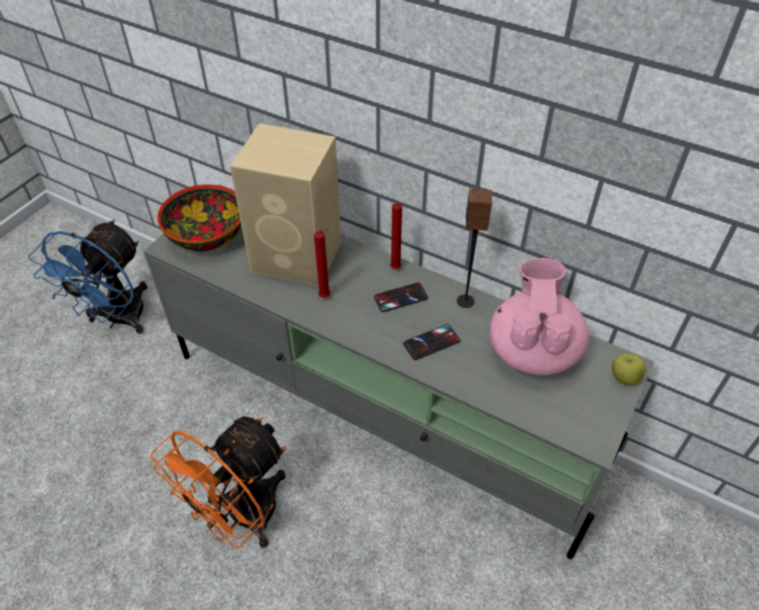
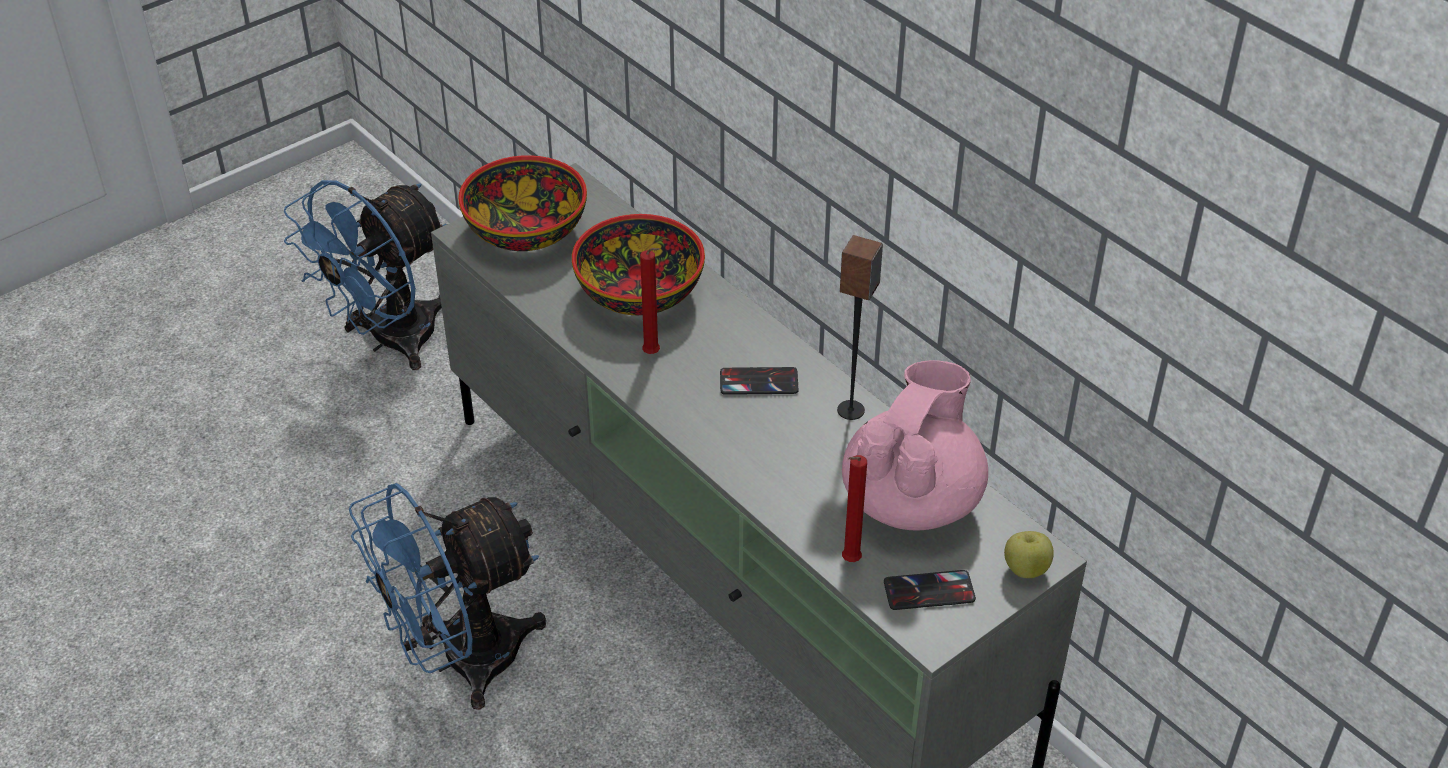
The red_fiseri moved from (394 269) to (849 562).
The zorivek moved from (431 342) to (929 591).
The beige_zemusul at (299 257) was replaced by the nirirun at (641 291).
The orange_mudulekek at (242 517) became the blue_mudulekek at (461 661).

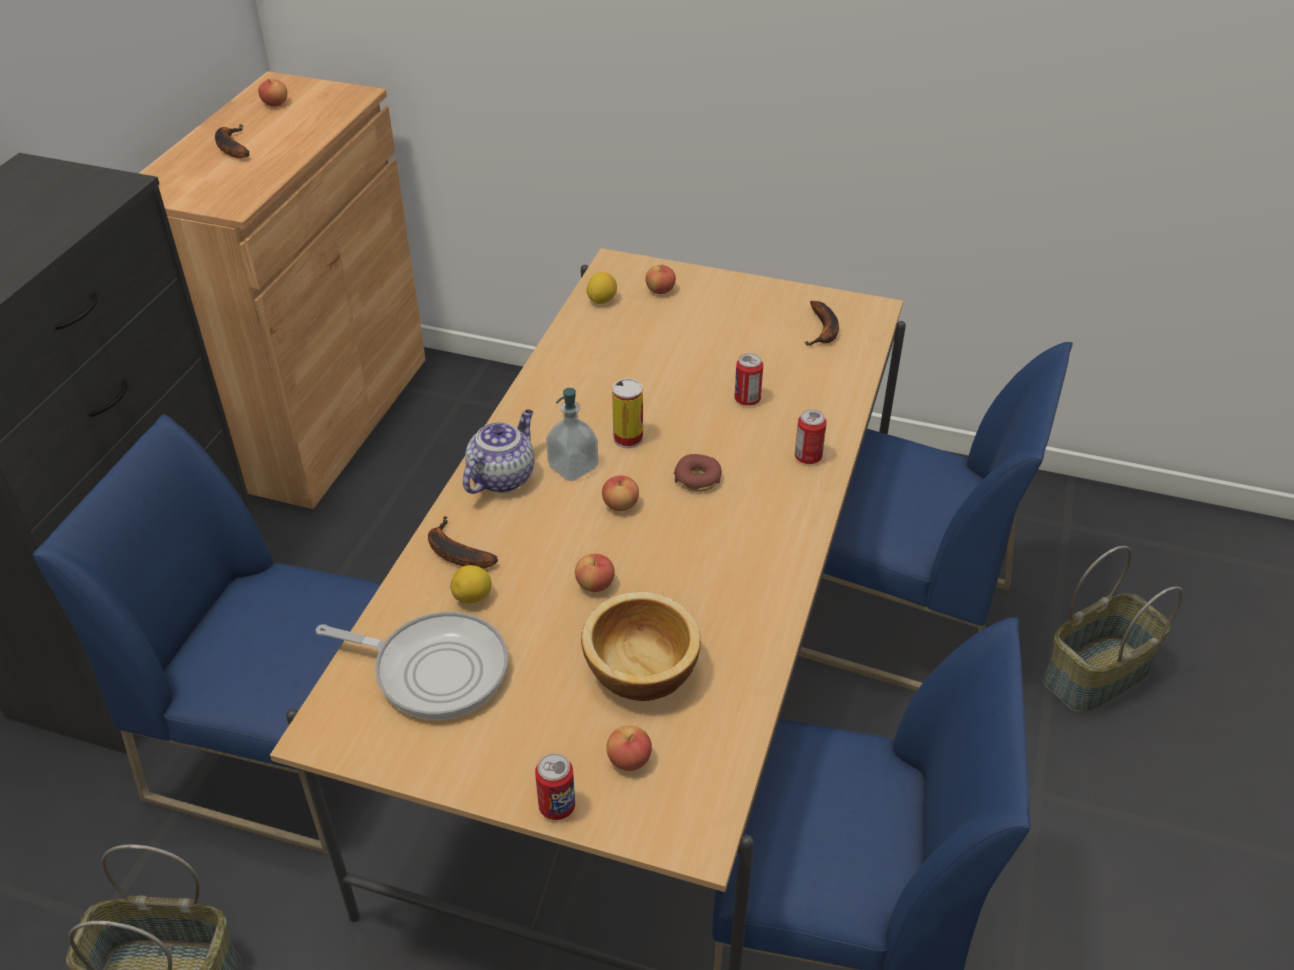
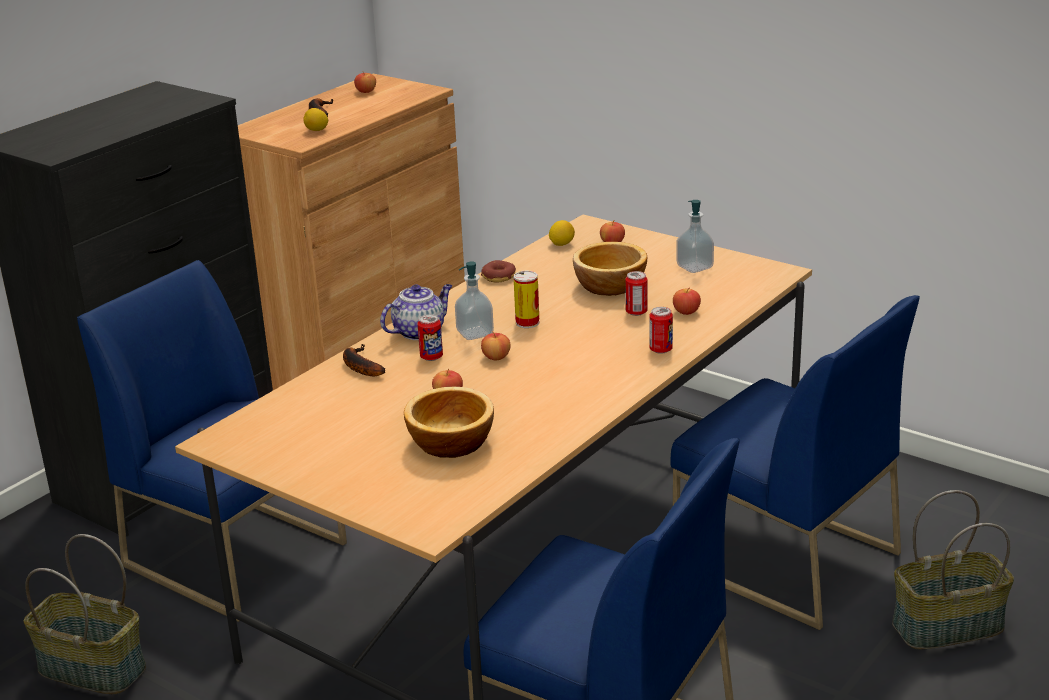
The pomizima at (434 669) disappeared.
The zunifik at (824 330) disappeared.
The nirirun at (610 286) appeared.
The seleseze at (694 267) appeared.
The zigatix moved from (473 597) to (317 130).
The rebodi moved from (557 807) to (431 357).
The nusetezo moved from (629 760) to (686 312).
The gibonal moved from (697 479) to (499 277).

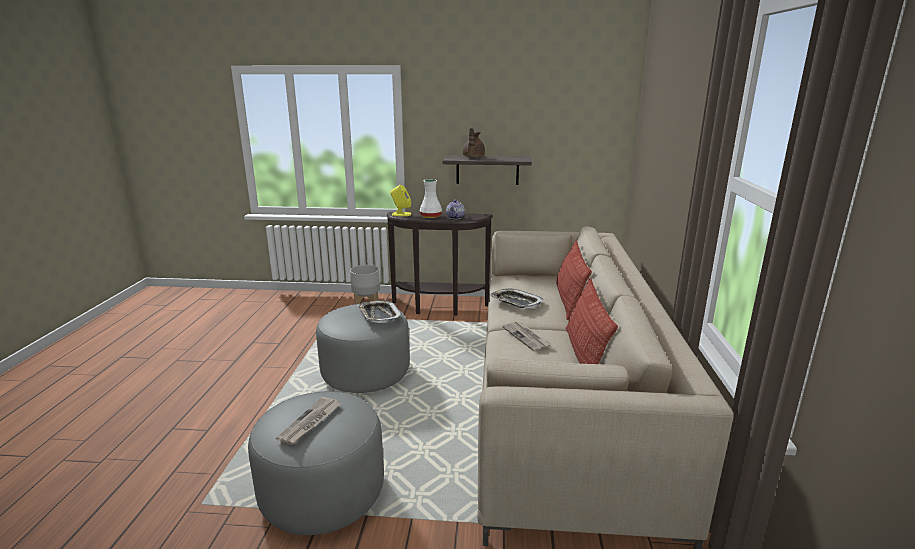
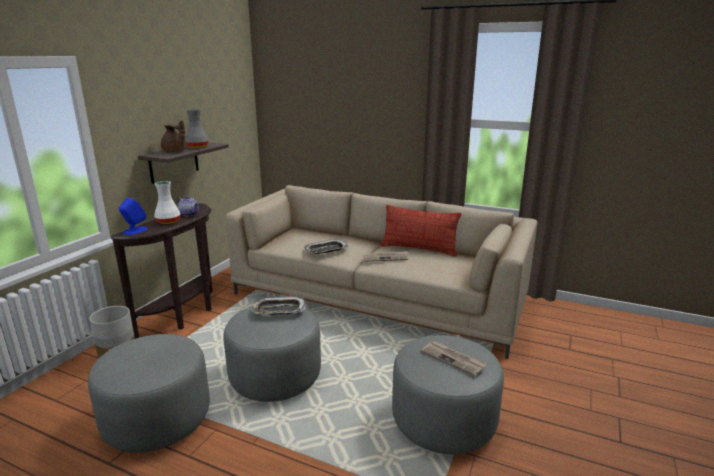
The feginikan at (569 300) disappeared.
The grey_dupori at (157 419) appeared.
The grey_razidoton at (197 147) appeared.
The yellow_zemusul at (401 214) became the blue_zemusul at (135 231).

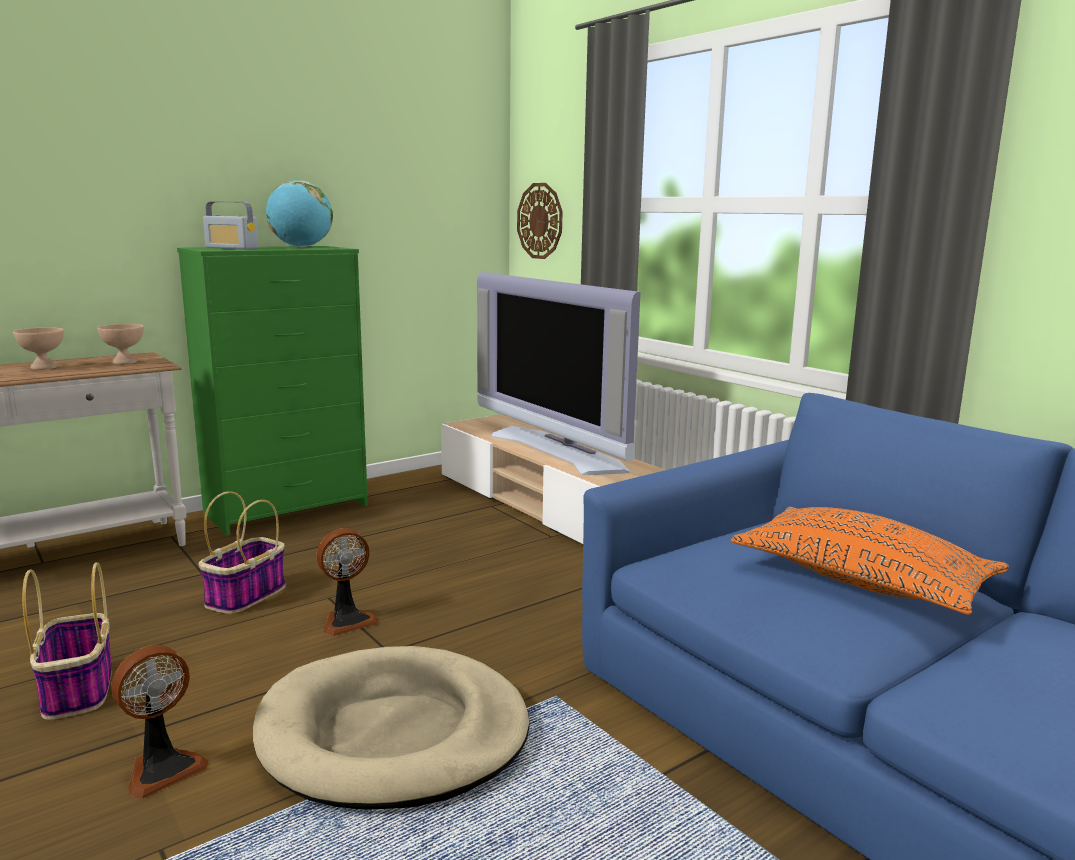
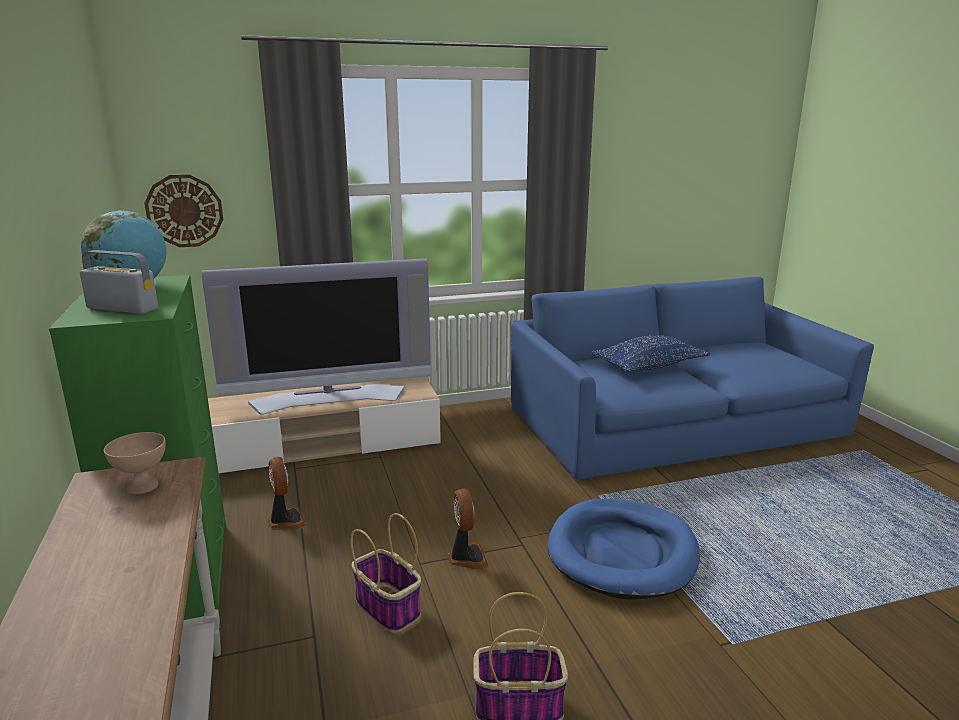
The beige_nirirun at (43 368) disappeared.
The mudulekek moved from (162 769) to (285 520).
The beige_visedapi at (393 734) became the blue_visedapi at (622 552).
The orange_feginikan at (861 581) became the blue_feginikan at (649 366).
The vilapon at (232 248) turned 120 degrees counterclockwise.

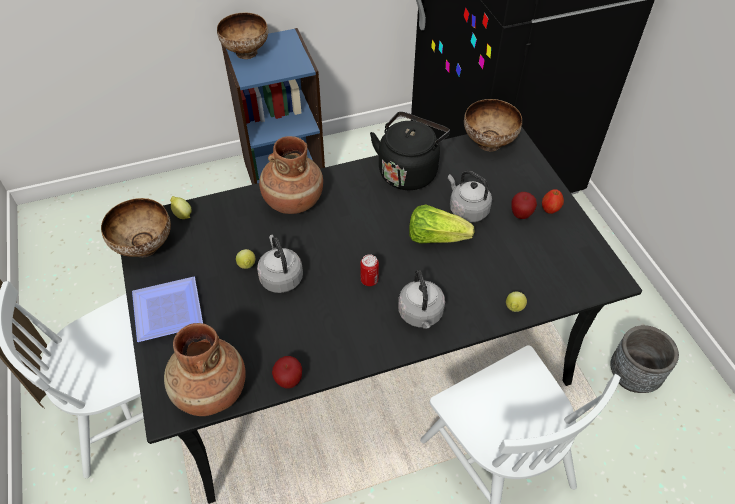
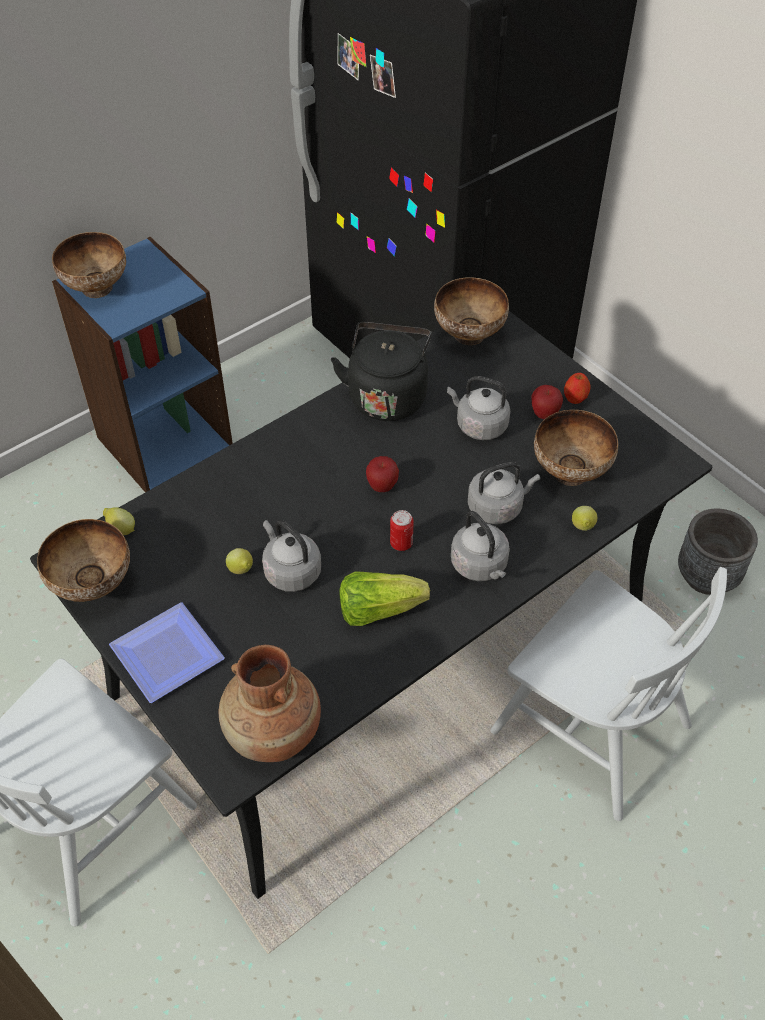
The brown_razidoton at (292 201) disappeared.
The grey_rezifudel at (497 507) appeared.
The nirirun at (571 471) appeared.
The nusetezo moved from (289 381) to (382 486).
The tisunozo moved from (435 237) to (378 610).

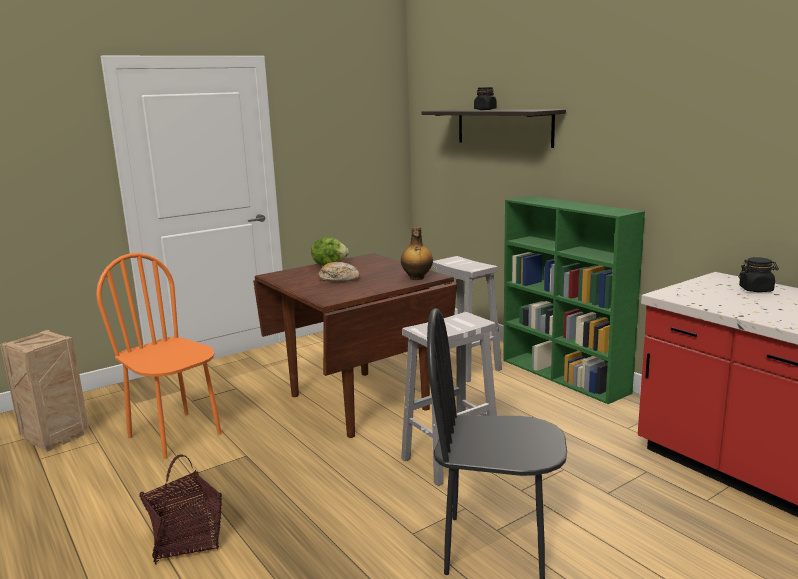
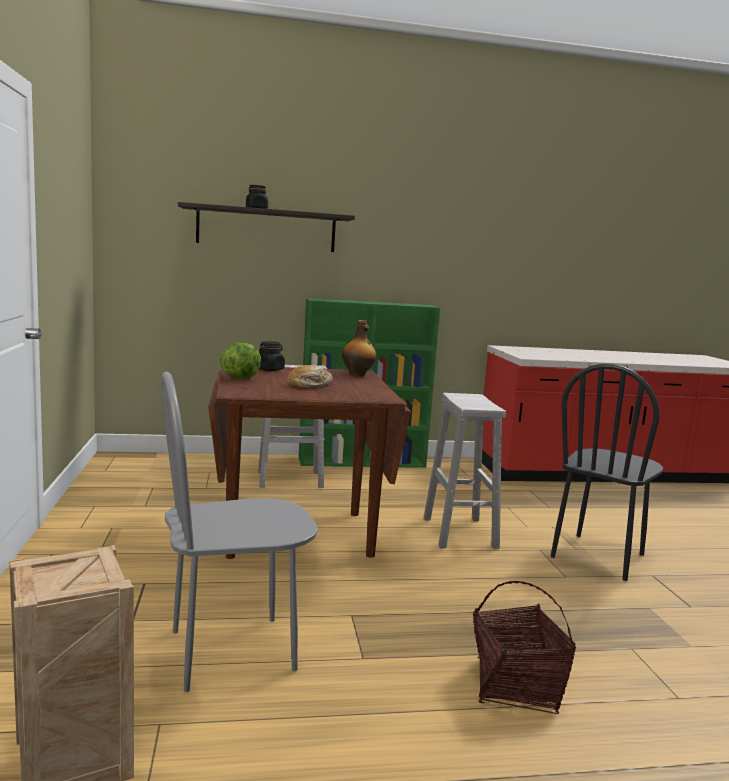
The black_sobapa moved from (756 289) to (270 369).
The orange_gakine at (175 435) became the grey_gakine at (232 651).

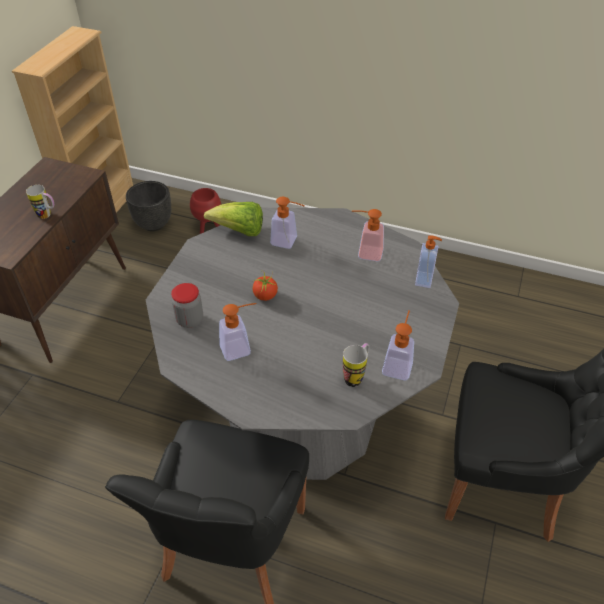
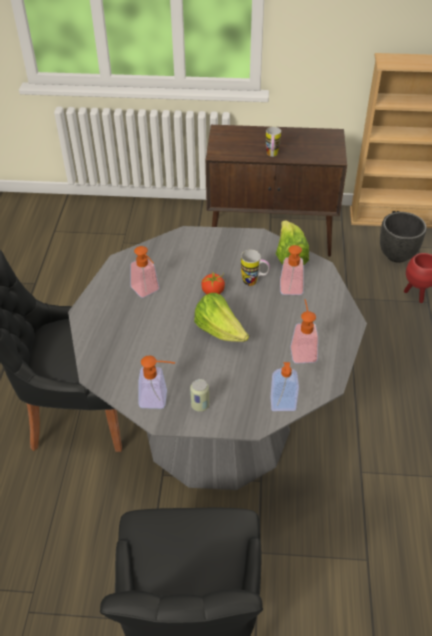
The sobapa at (190 320) disappeared.
The rebodi at (200 405) appeared.
The tisunozo at (220 331) appeared.
The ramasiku moved from (356 376) to (254 282).

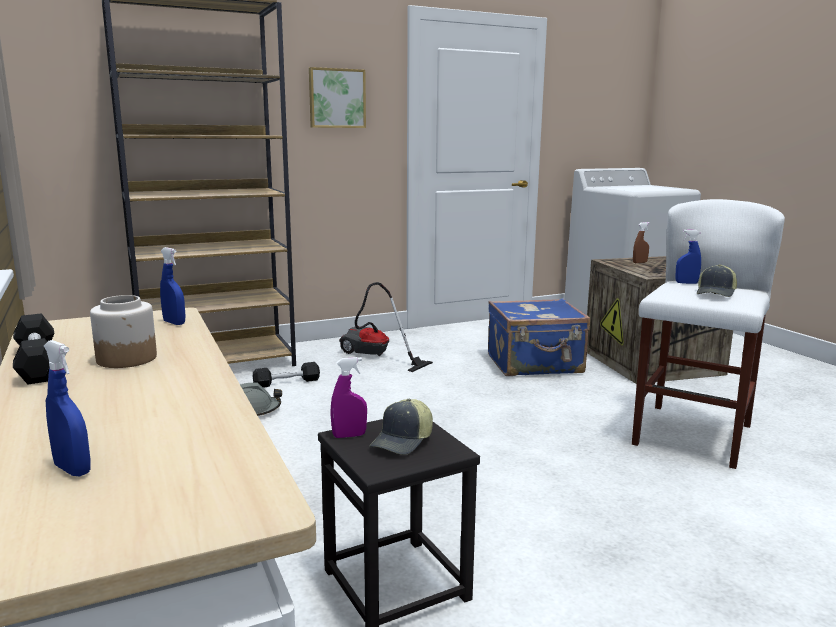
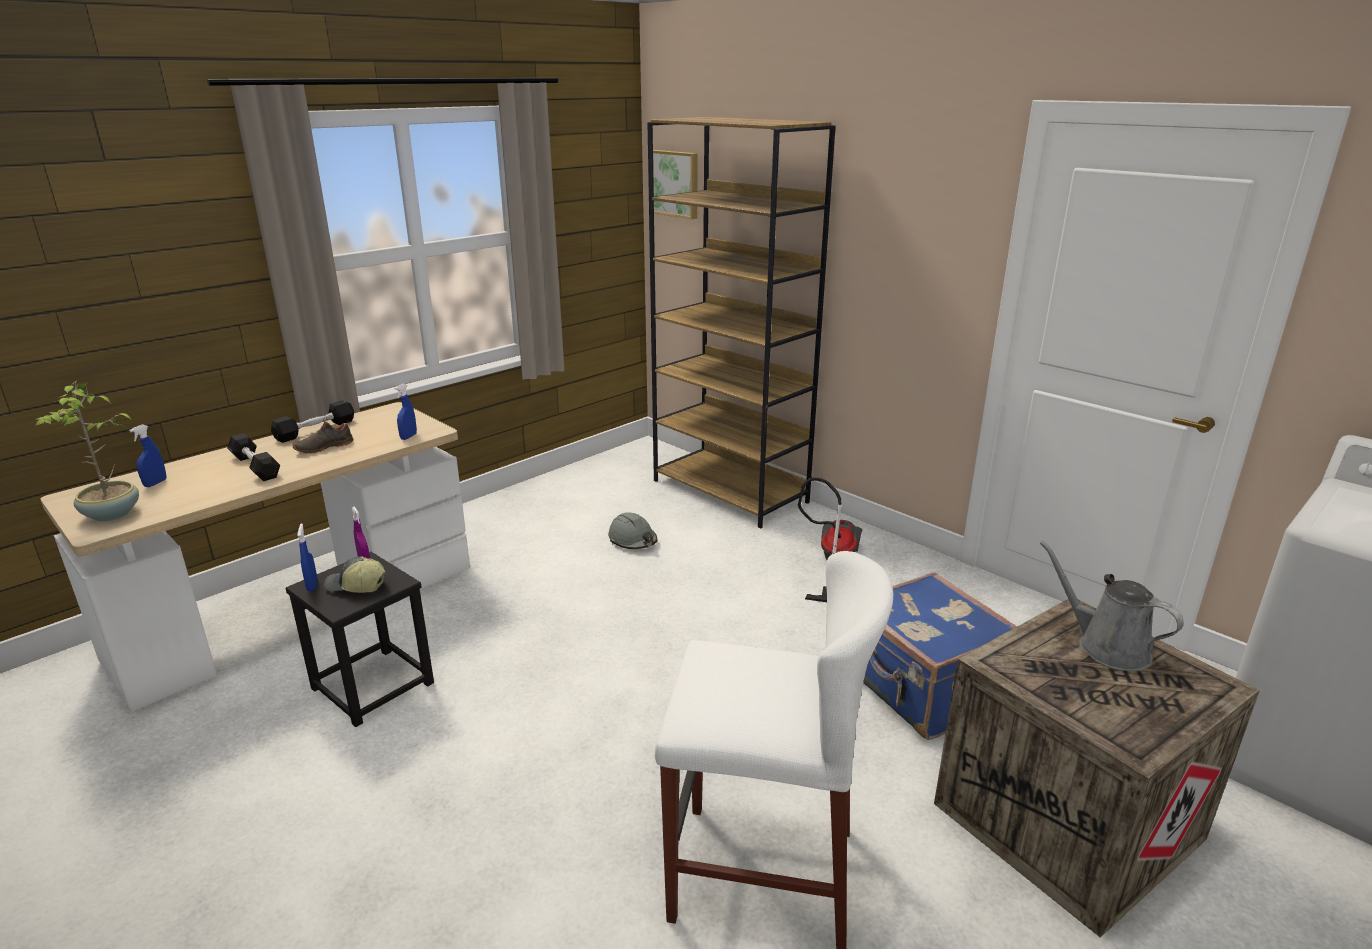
The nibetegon at (716 293) disappeared.
The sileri at (111 514) appeared.
The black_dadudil moved from (287 382) to (255 466).
The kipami moved from (336 98) to (675 183).
The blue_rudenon moved from (686 283) to (312 585).
The sobapa at (127 358) was replaced by the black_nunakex at (324 447).
The brown_rudenon at (640 262) was replaced by the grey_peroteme at (1106 647).

